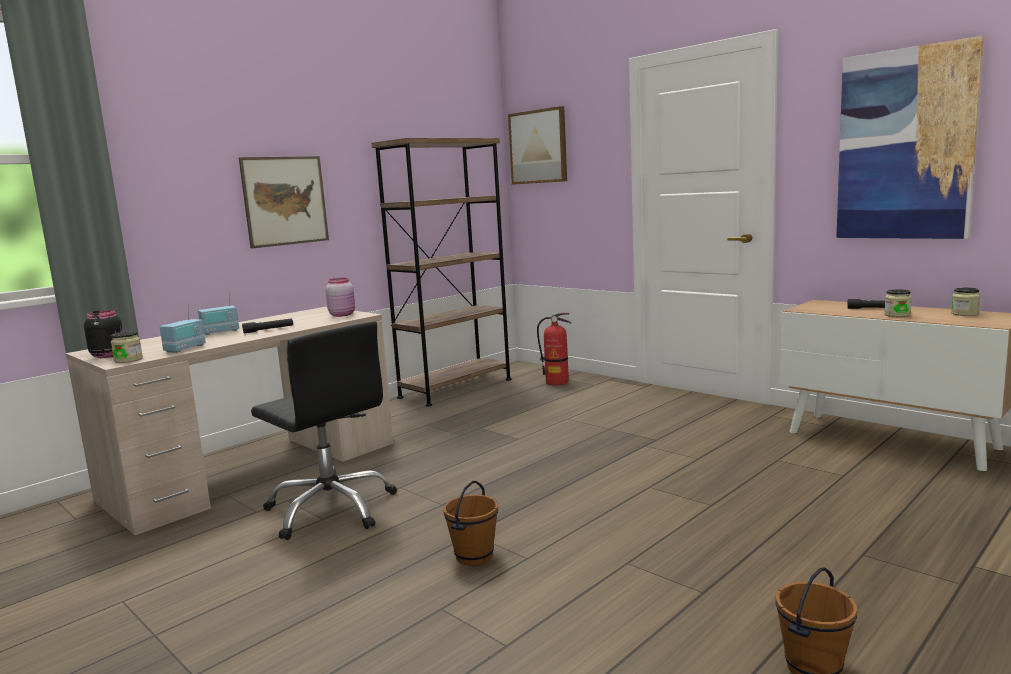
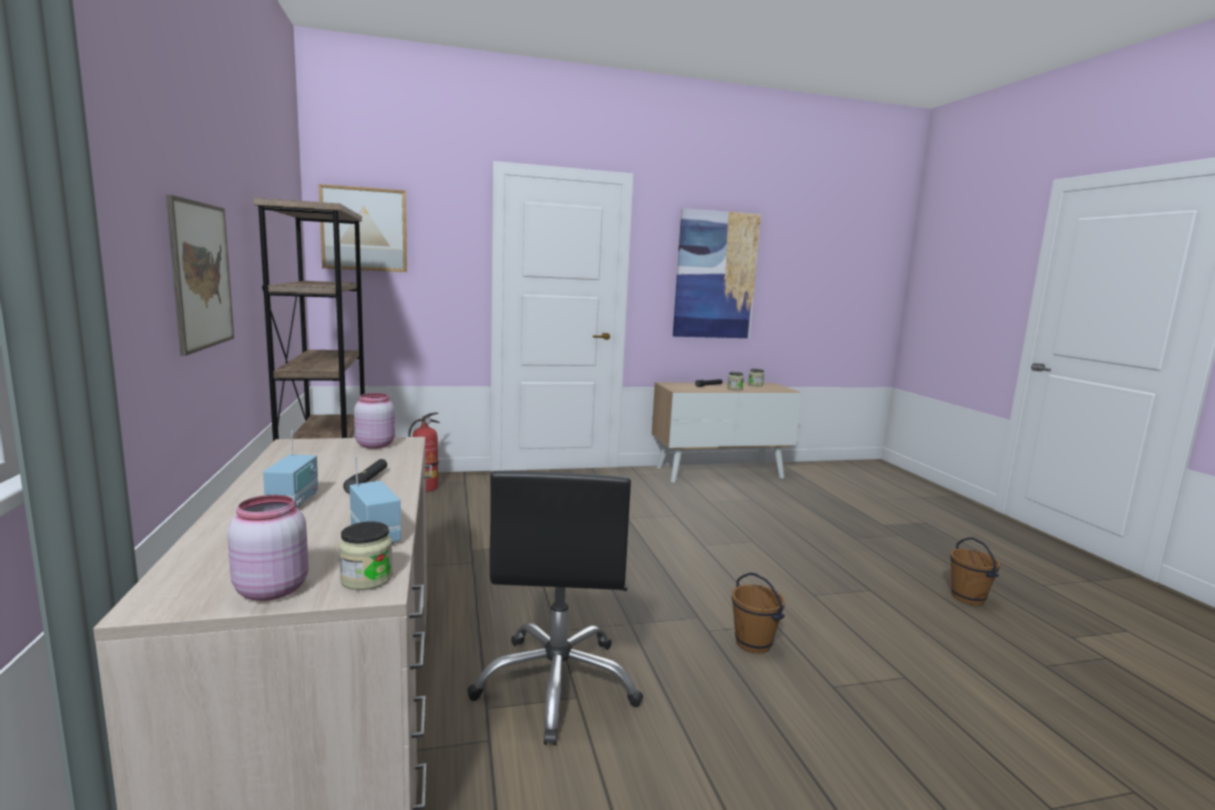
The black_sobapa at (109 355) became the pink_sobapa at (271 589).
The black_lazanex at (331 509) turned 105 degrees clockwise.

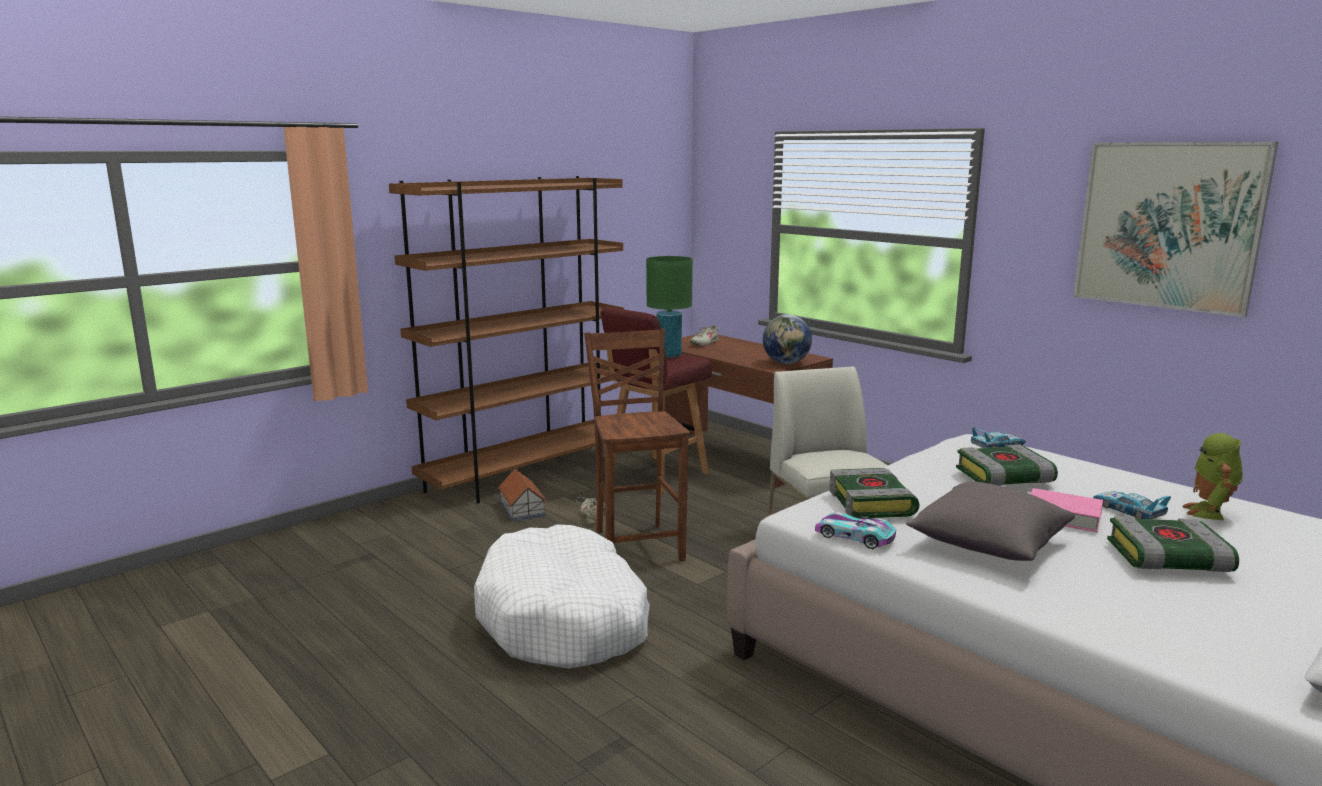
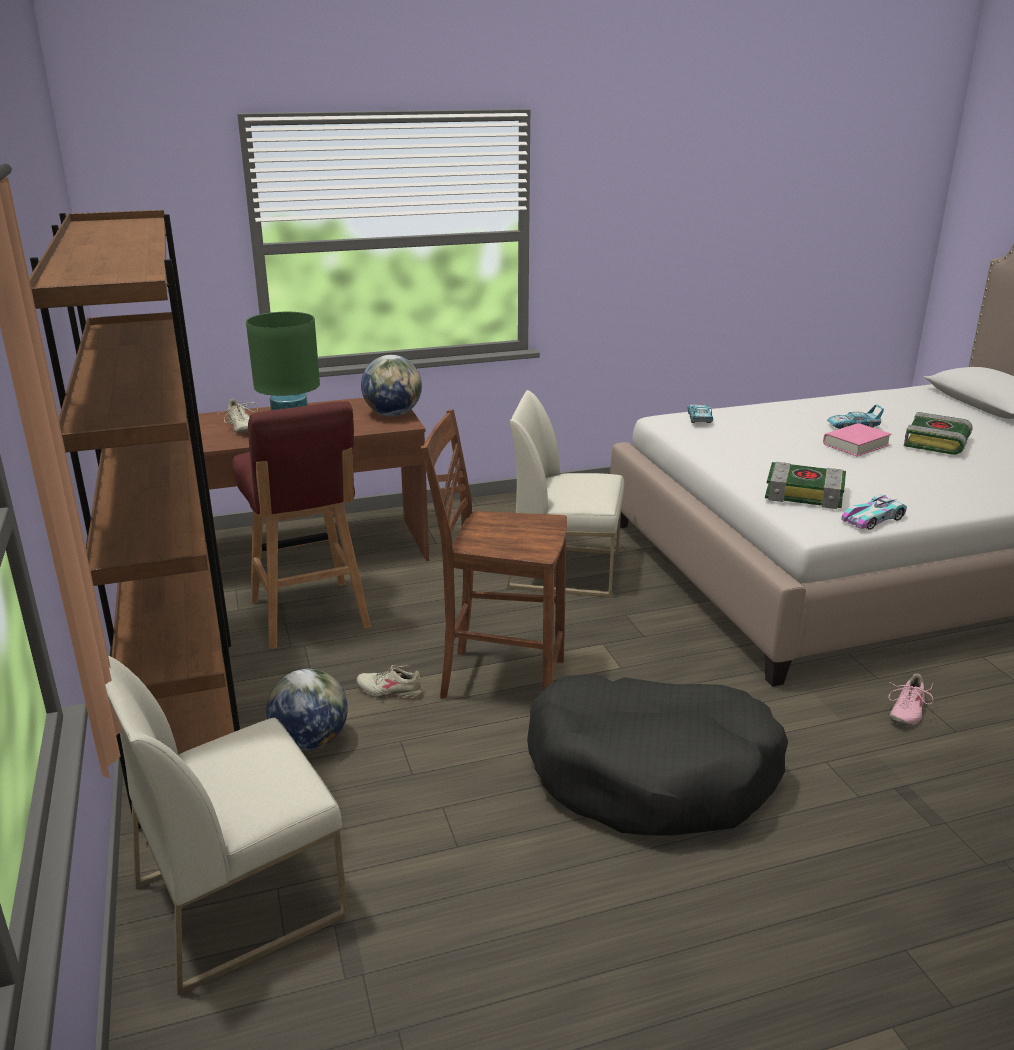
The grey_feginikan at (987 544) disappeared.
The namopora at (1003 477) disappeared.
The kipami at (1168 225) disappeared.
The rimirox at (1209 513) disappeared.
The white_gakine at (240 898) appeared.
The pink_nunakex at (906 711) appeared.
The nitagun at (522 509) was replaced by the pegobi at (310 741).
The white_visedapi at (564 619) became the black_visedapi at (653 773).

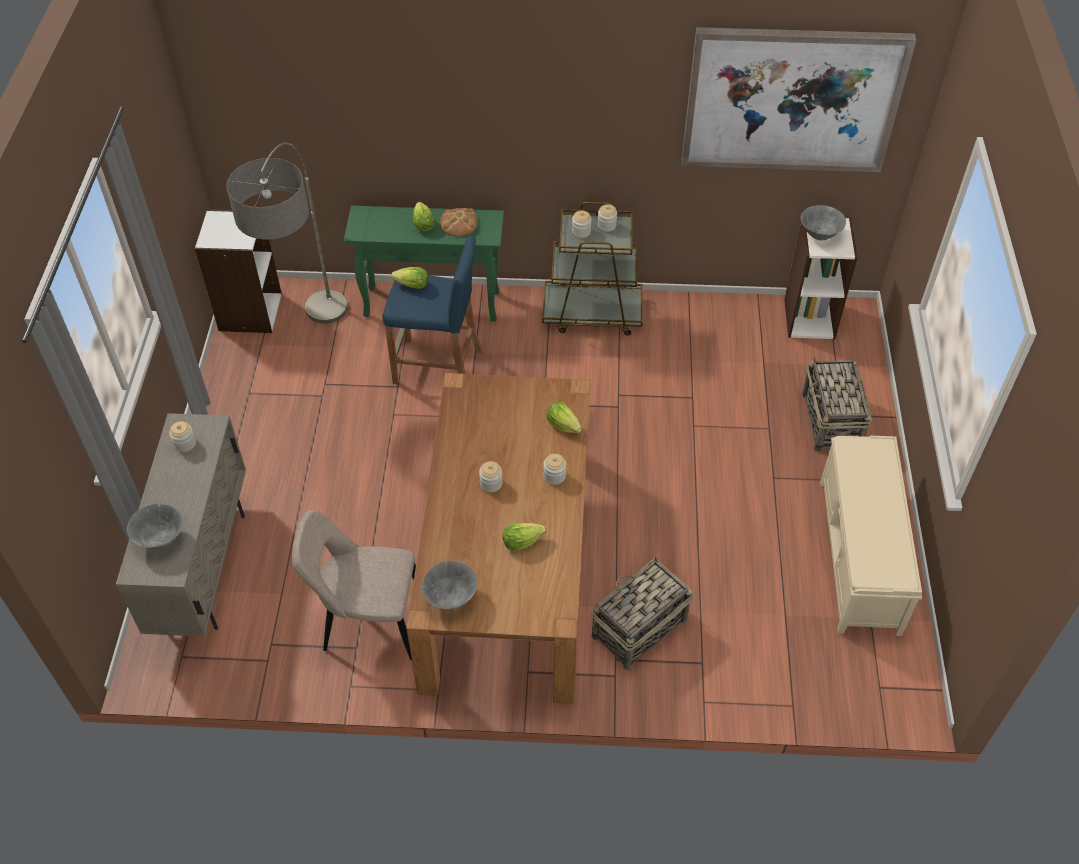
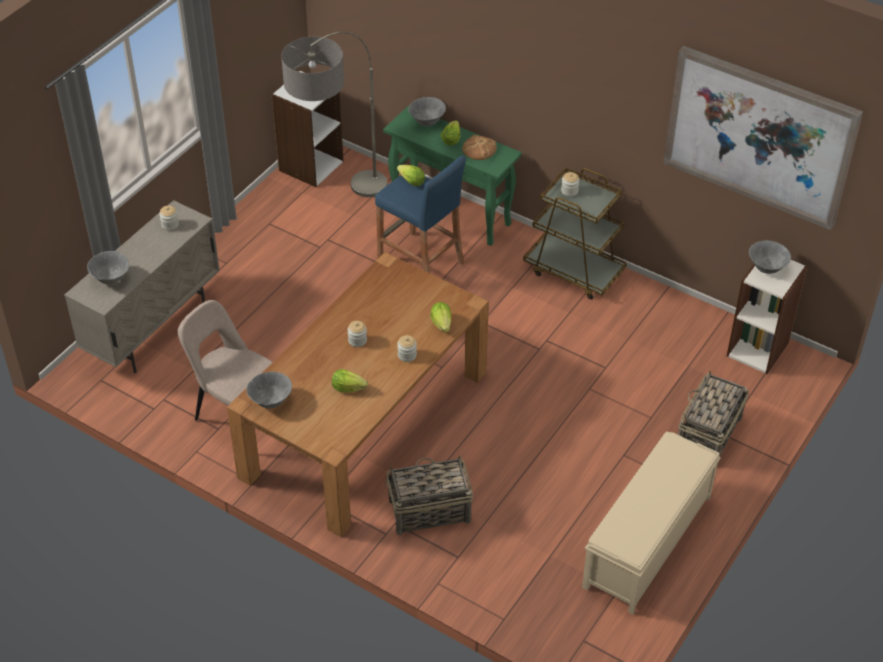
The sobapa at (606 225) disappeared.
The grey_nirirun at (427 122) appeared.

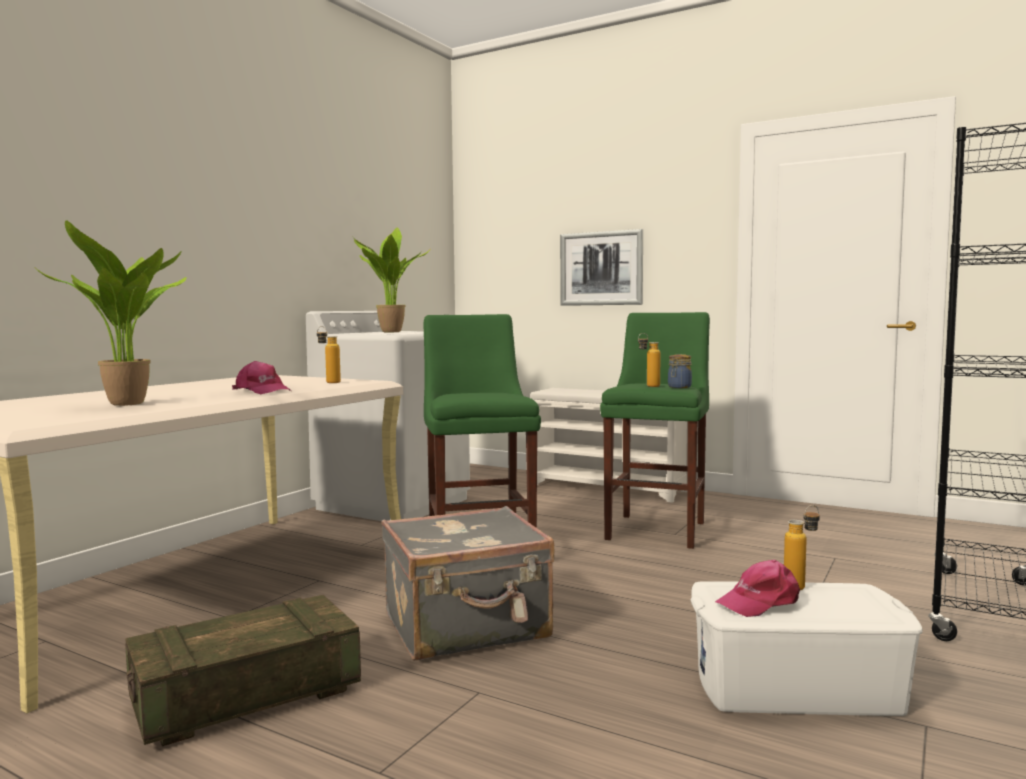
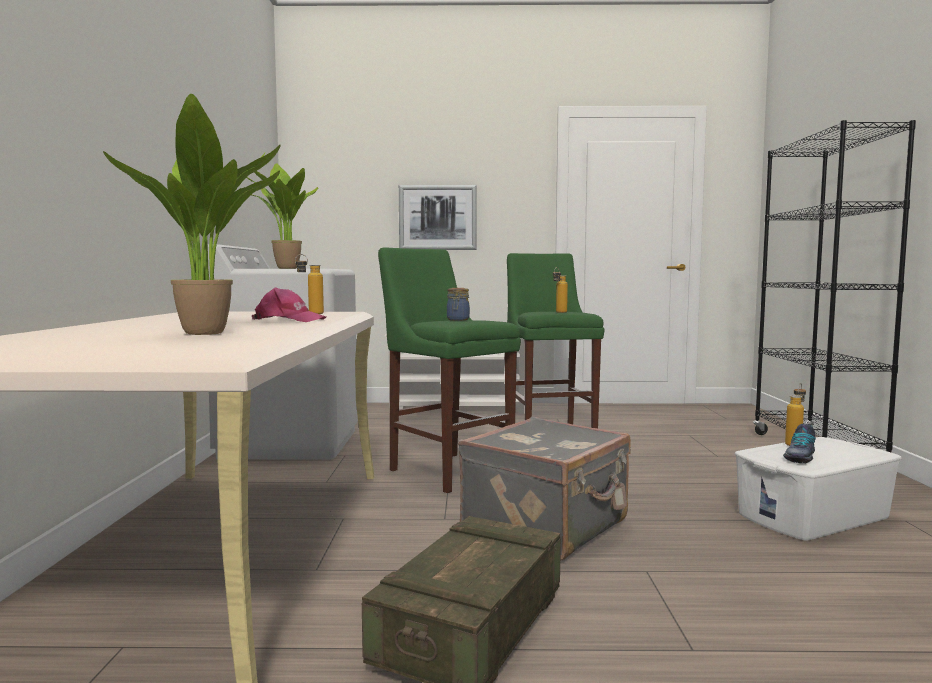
The sobapa moved from (679 387) to (457 319).
The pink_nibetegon at (760 602) was replaced by the nunakex at (799 456).

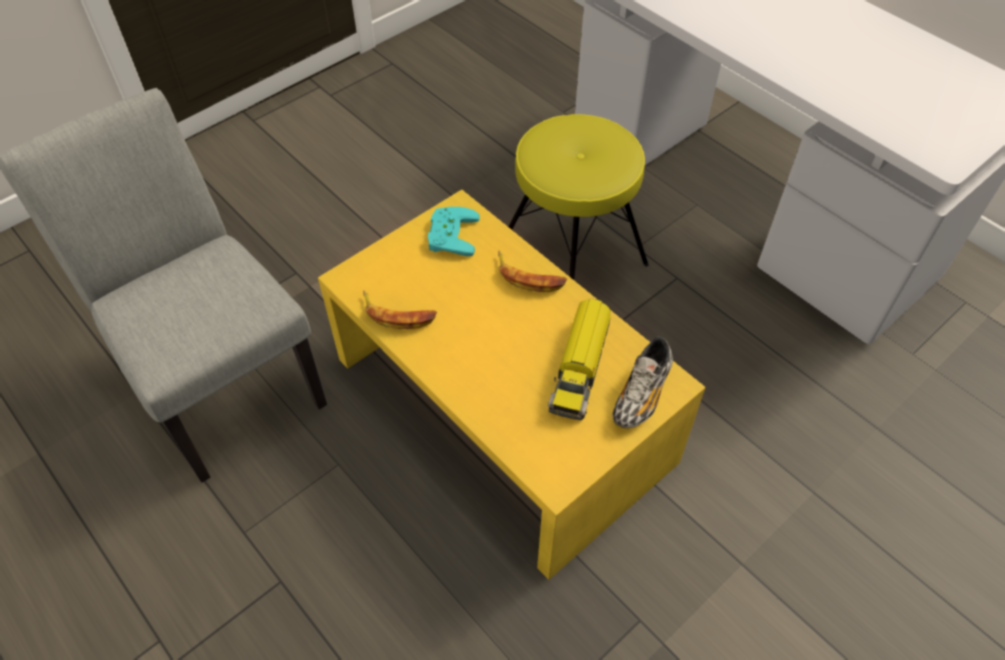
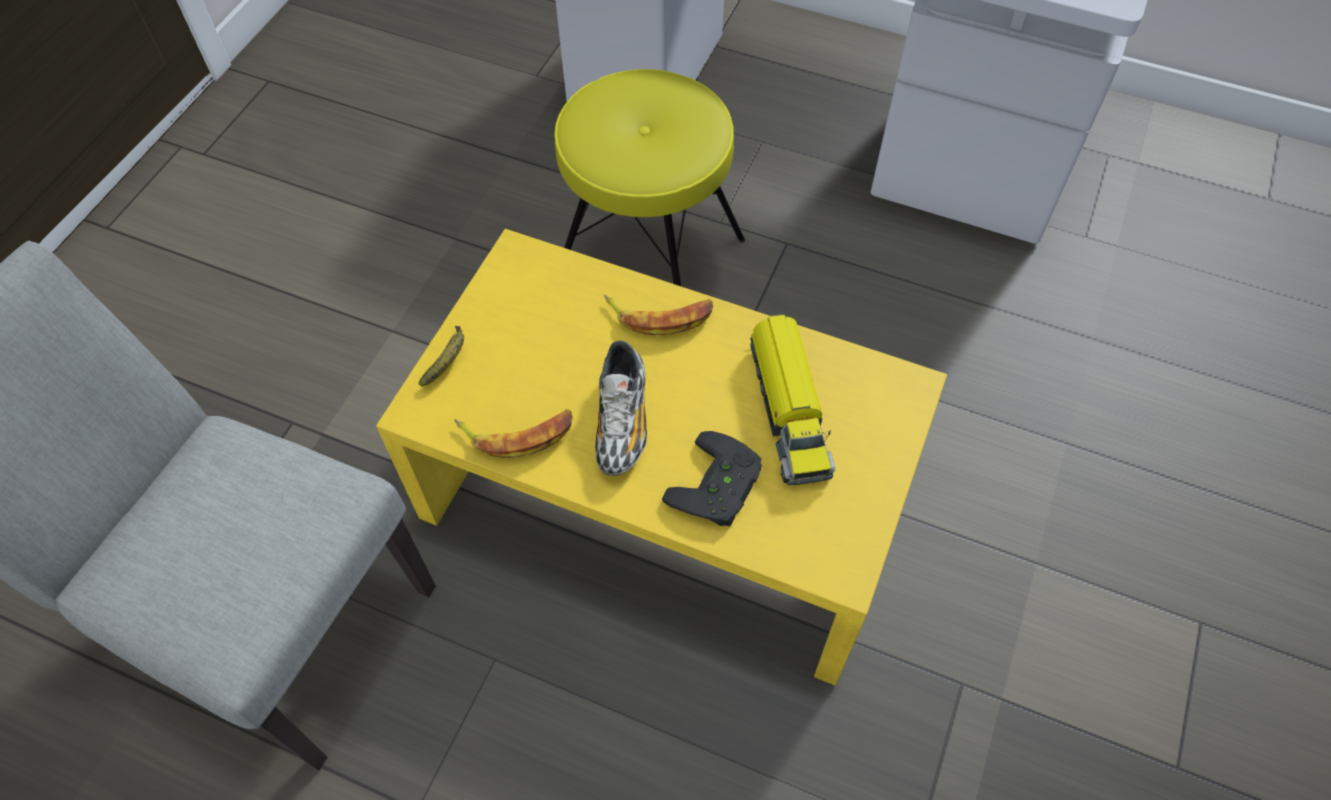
The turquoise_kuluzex at (449 234) disappeared.
The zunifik at (448 361) appeared.
The black_kuluzex at (720 487) appeared.
The nunakex moved from (642 394) to (622 421).

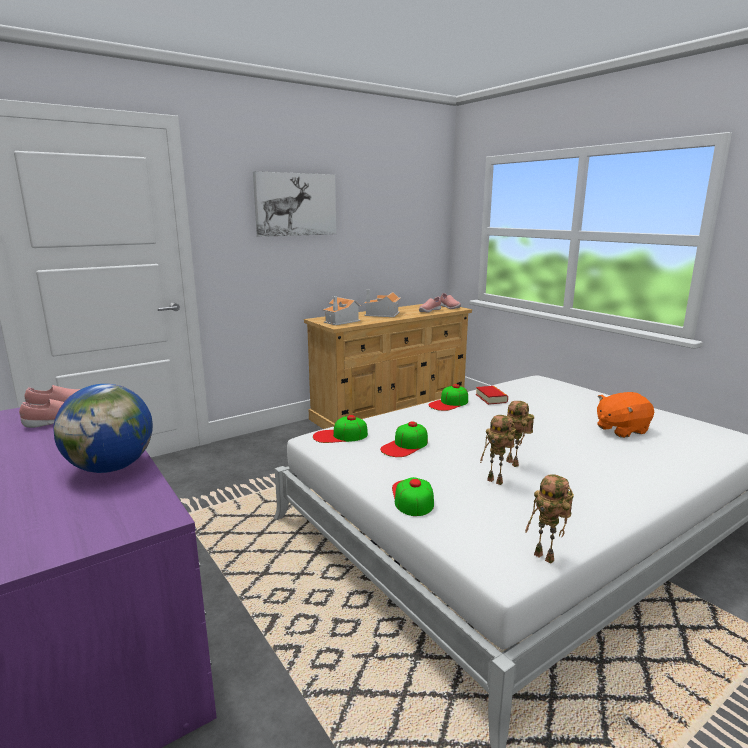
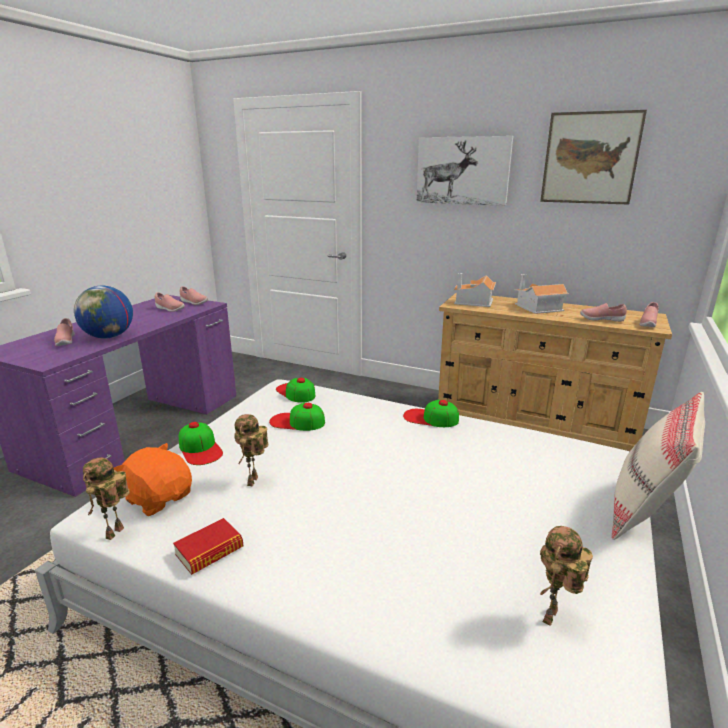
The pink_nunakex at (65 341) appeared.
The kipami at (590 158) appeared.
The beige_feginikan at (645 512) appeared.
The namopora moved from (491 398) to (209 551).
The rimirox moved from (514 463) to (552 619).
The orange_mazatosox moved from (621 429) to (159 498).
The nibetegon at (412 497) turned 90 degrees clockwise.

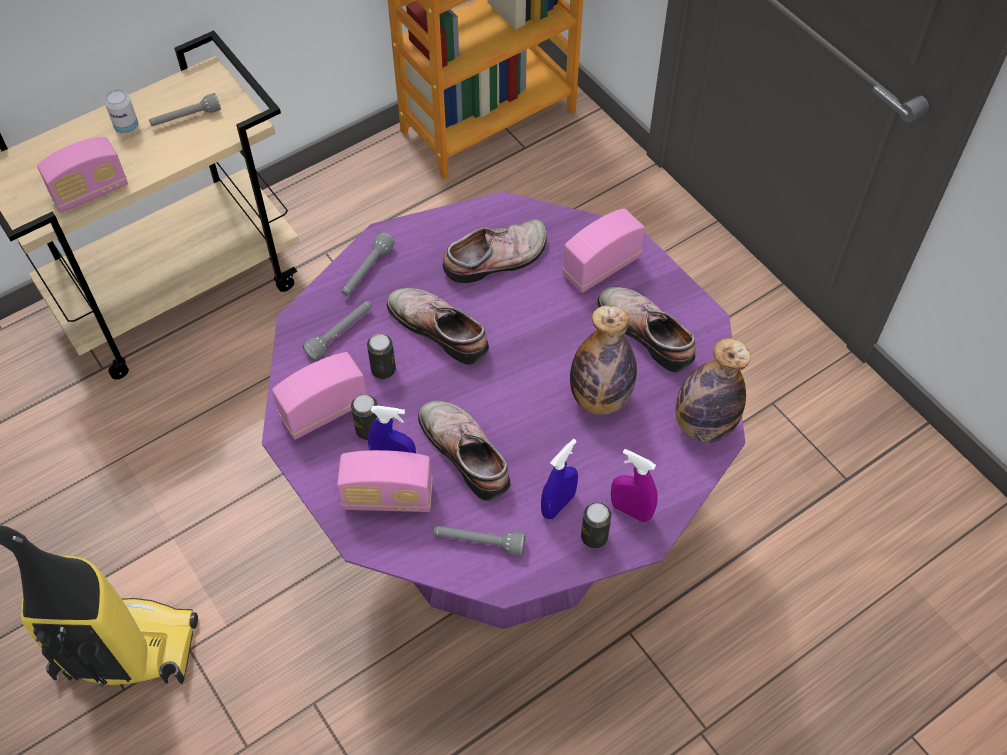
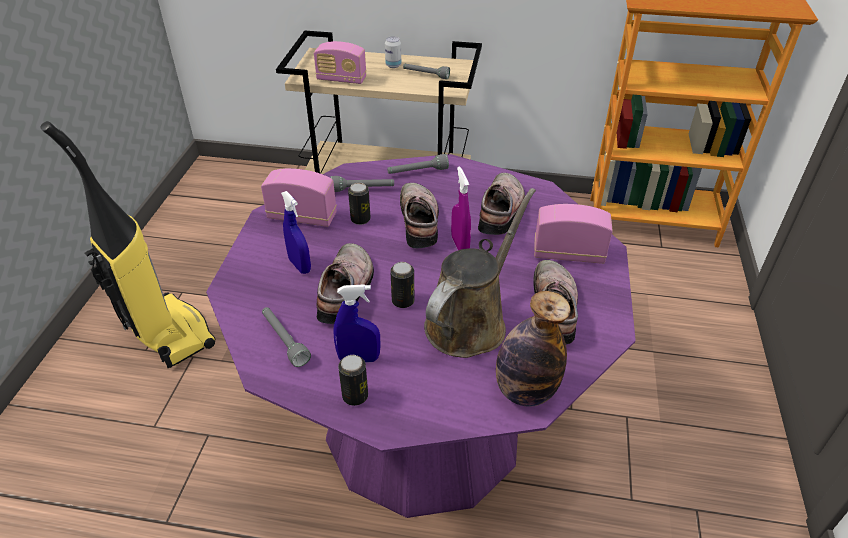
The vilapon at (388 498) disappeared.
The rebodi moved from (368 430) to (403 301).
The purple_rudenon moved from (630 510) to (460 245).
The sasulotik at (600 398) was replaced by the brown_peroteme at (470 321).
The nunakex at (497 260) turned 90 degrees counterclockwise.

